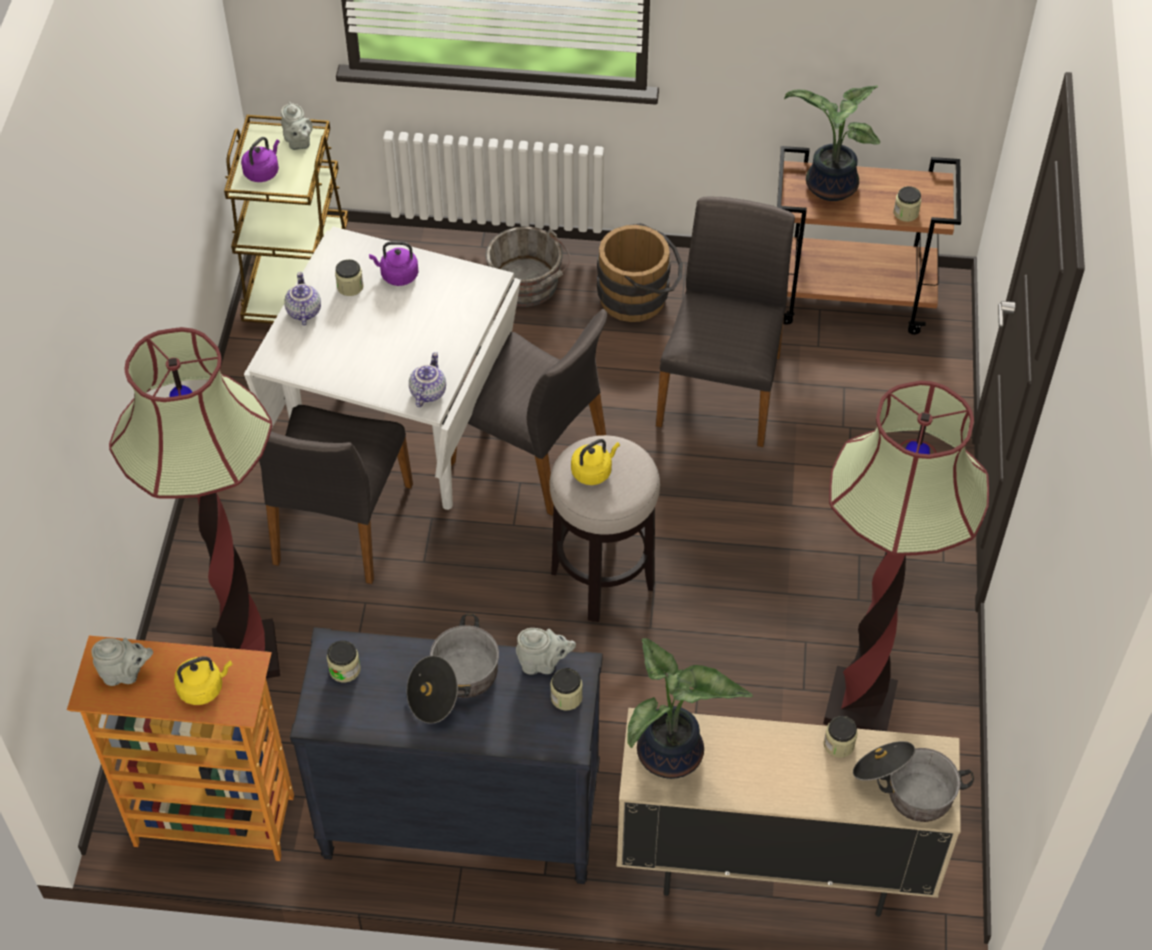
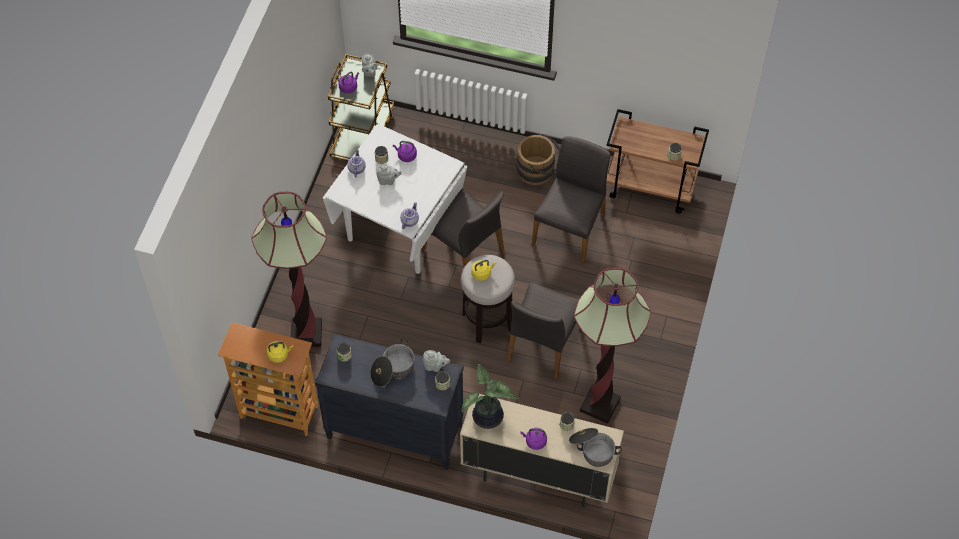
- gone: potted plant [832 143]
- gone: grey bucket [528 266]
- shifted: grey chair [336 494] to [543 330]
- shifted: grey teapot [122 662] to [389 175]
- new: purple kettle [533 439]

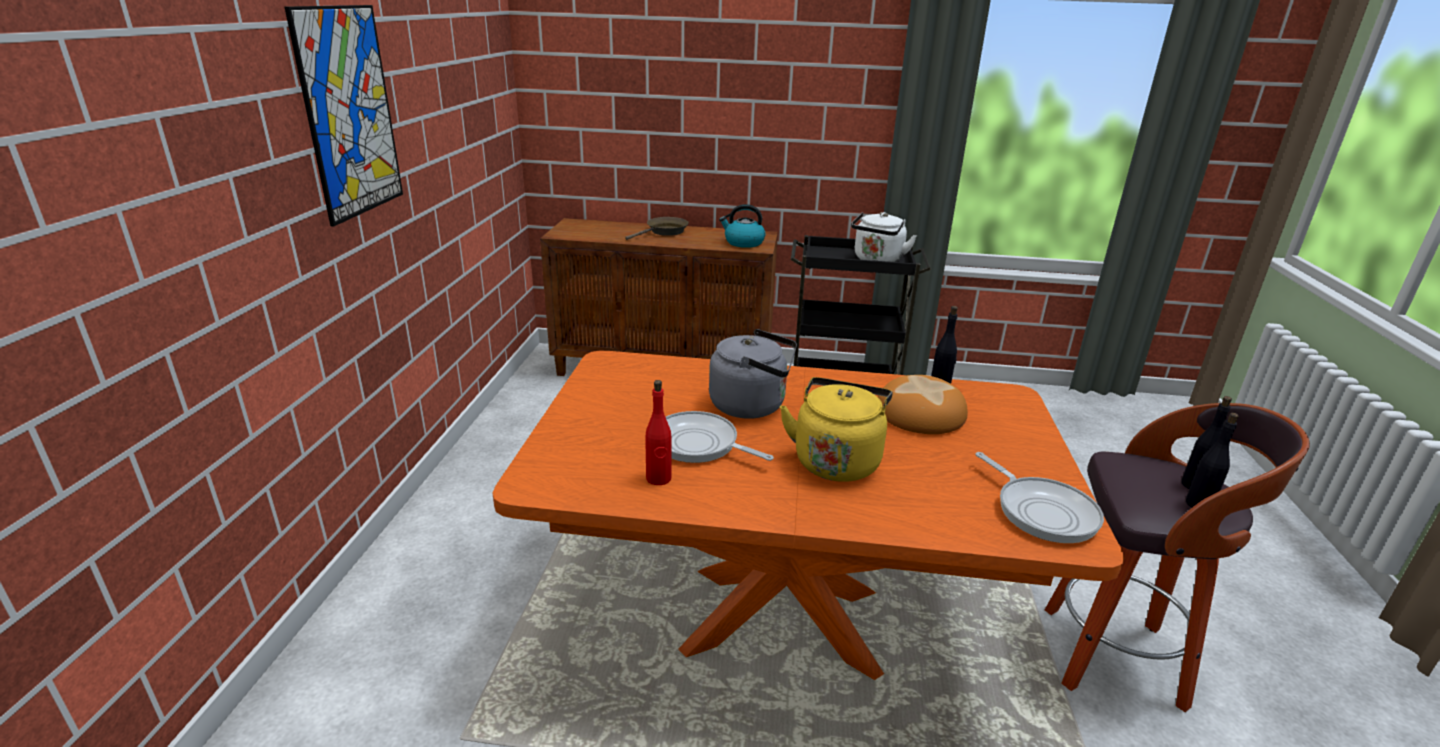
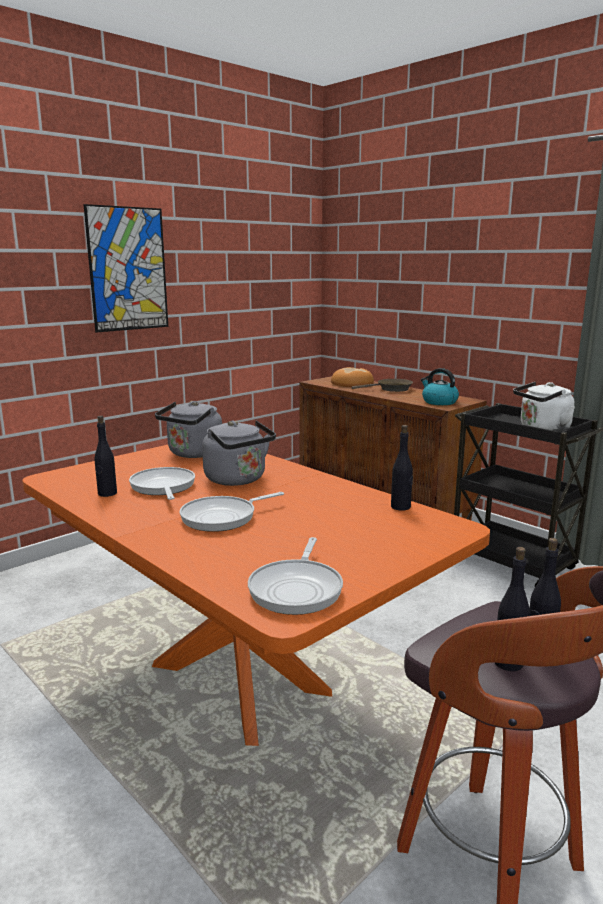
- shifted: bread [923 404] to [352 377]
- swapped: yellow kettle [836 429] to frying pan [231 512]
- repainted: red bottle [658 432] to black bottle [106 456]
- new: grey kettle [188 429]

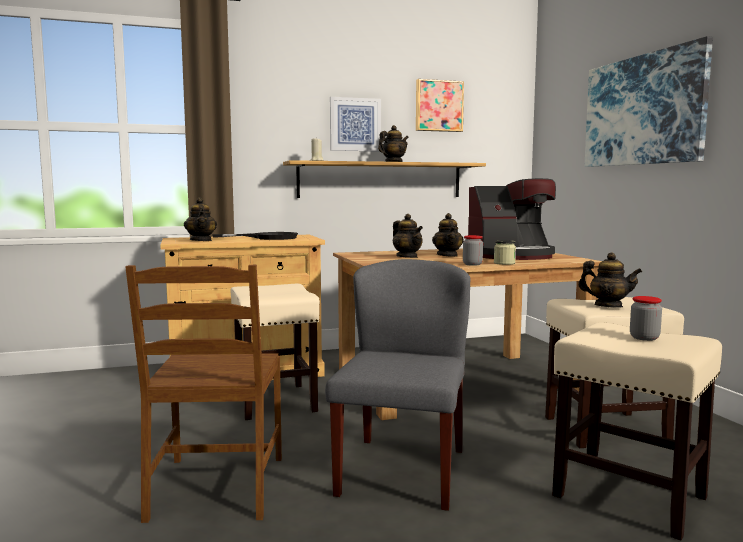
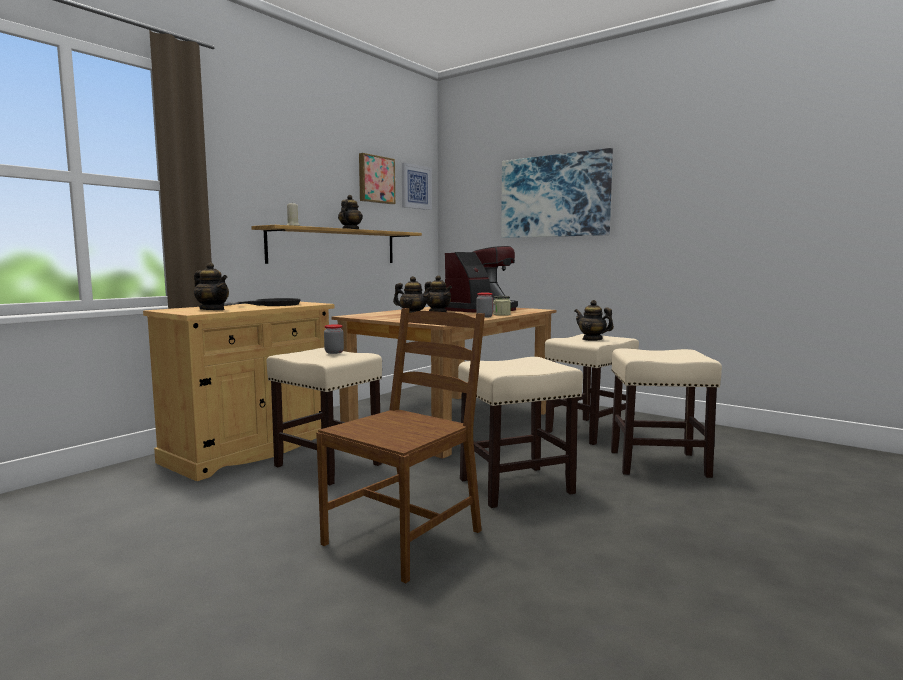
- shifted: picture [355 124] to [417 186]
- rotated: teapot [610 280] = [594 320] 135 degrees counterclockwise
- swapped: grey chair [397 385] to beige stool [520 432]
- rotated: brown chair [203 394] = [400 445] 105 degrees counterclockwise
- shifted: jar [646 318] to [334 339]

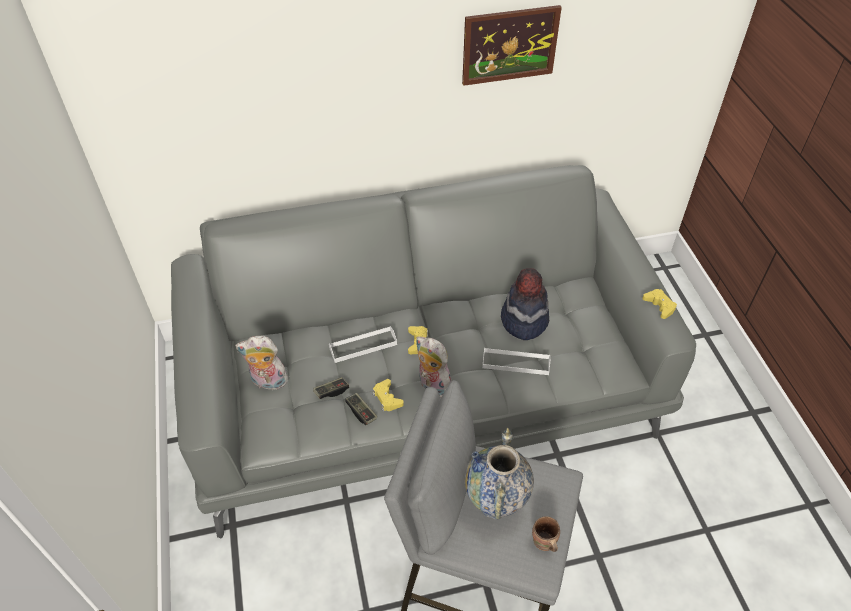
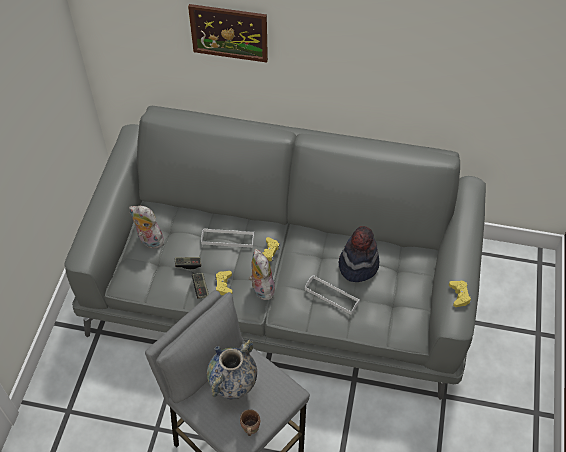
- shifted: picture [512 45] to [228 33]

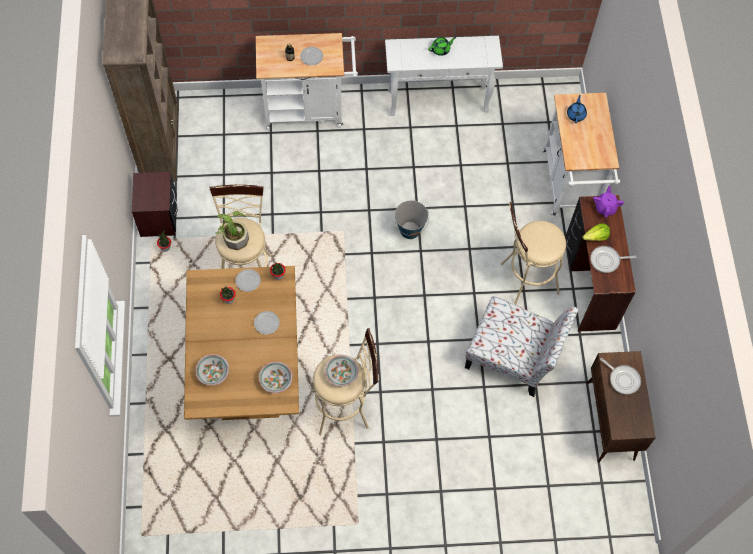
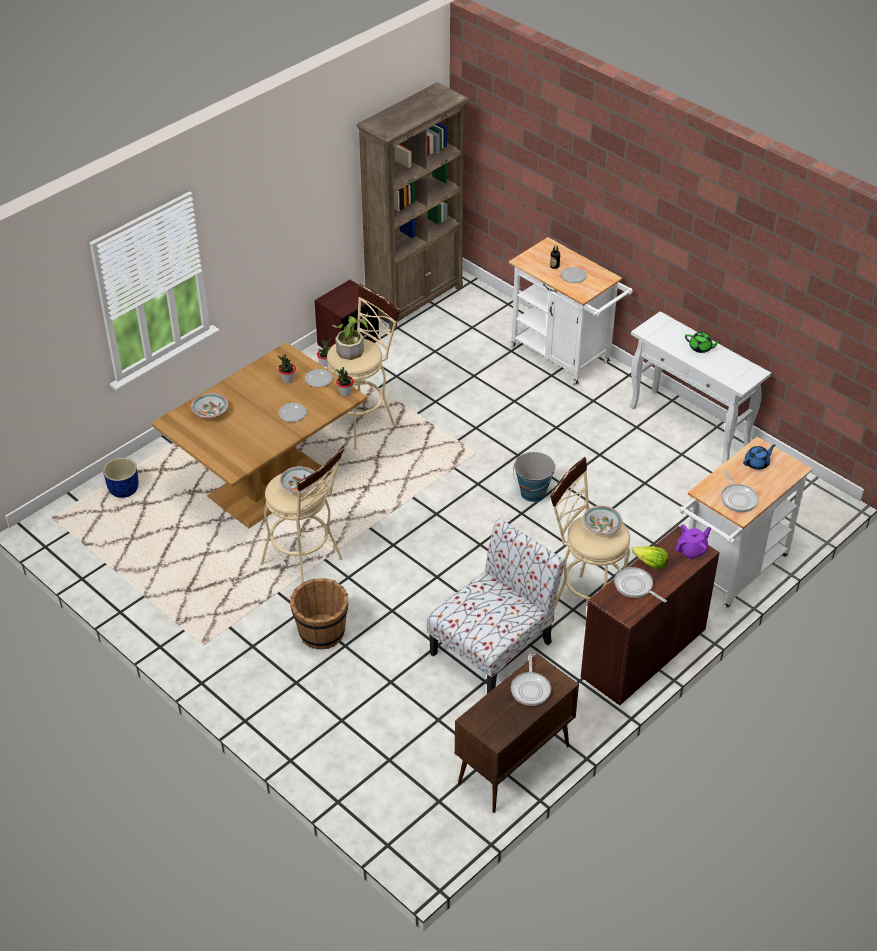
- rotated: chair [522 346] = [496 606] 120 degrees counterclockwise
- shifted: bowl [276 377] to [603 520]
- new: blue planter [121 478]
- new: frying pan [739 491]
- new: brown bucket [319 613]

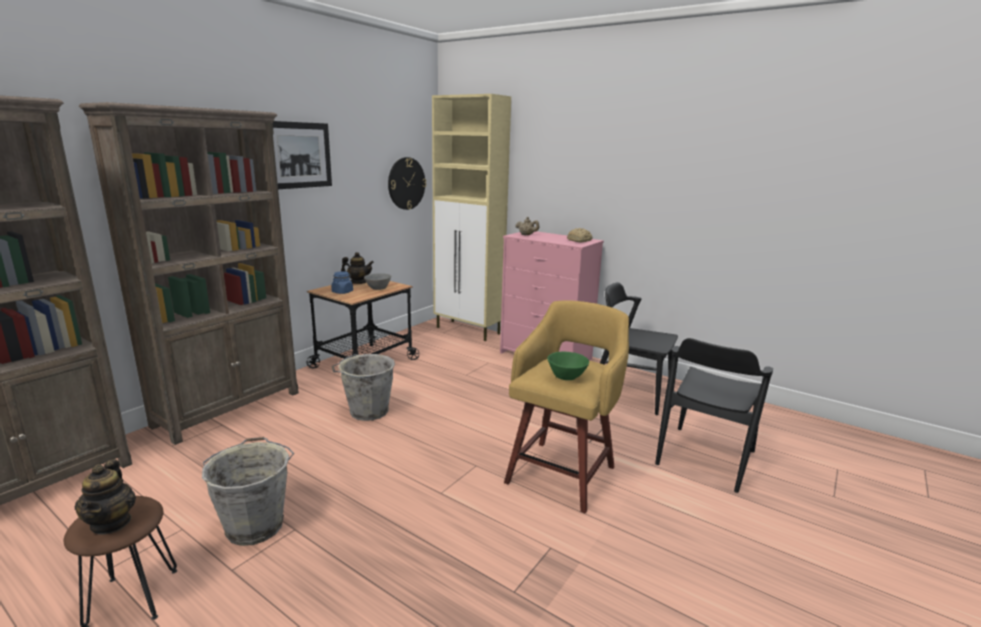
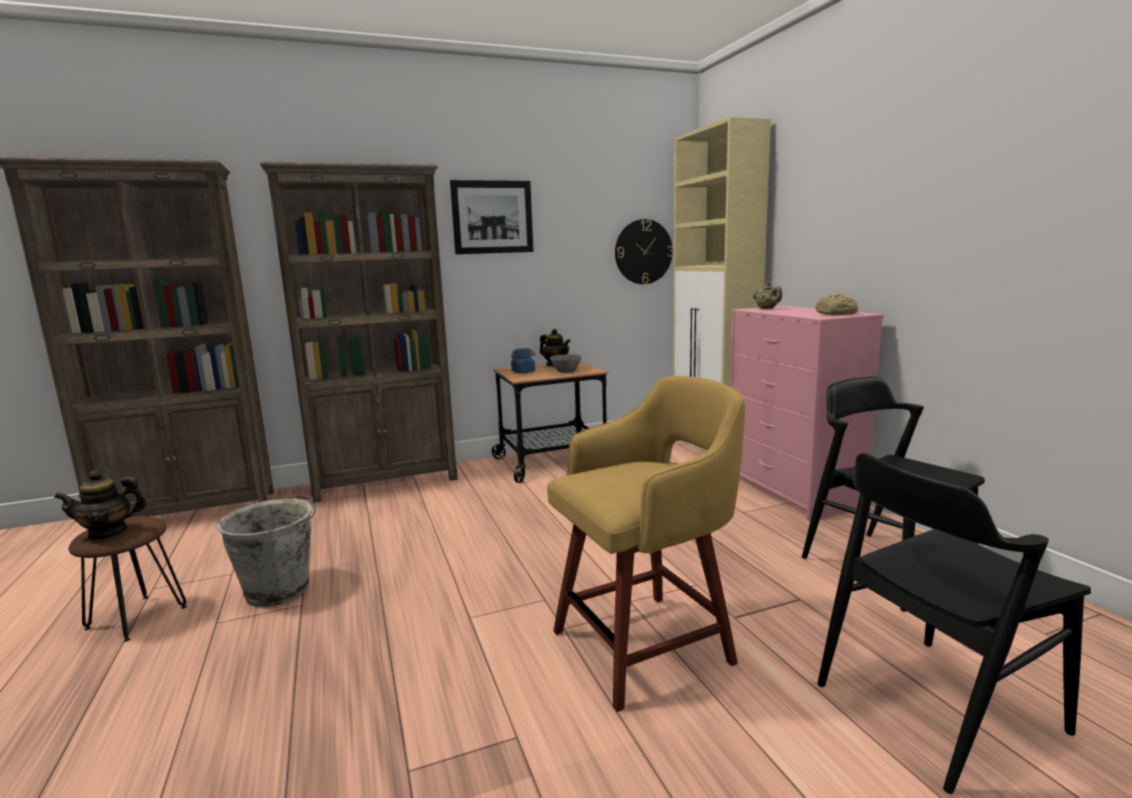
- gone: green bowl [568 366]
- gone: grey bucket [363 387]
- rotated: teapot [105 497] = [100 505] 45 degrees clockwise

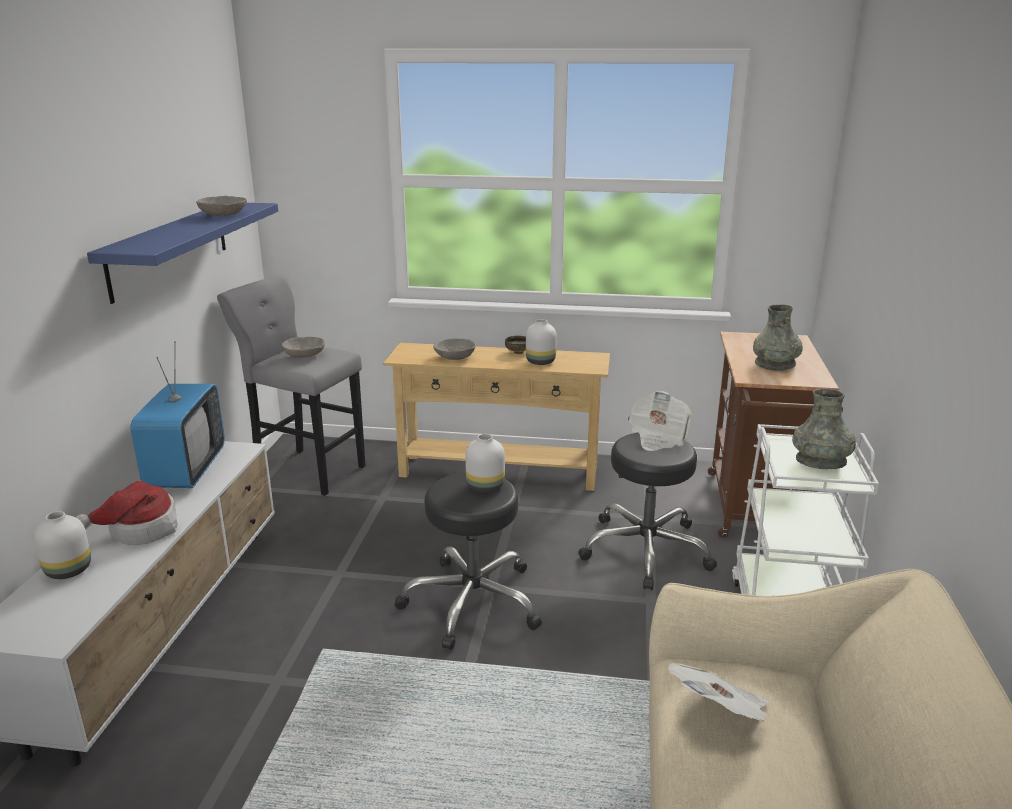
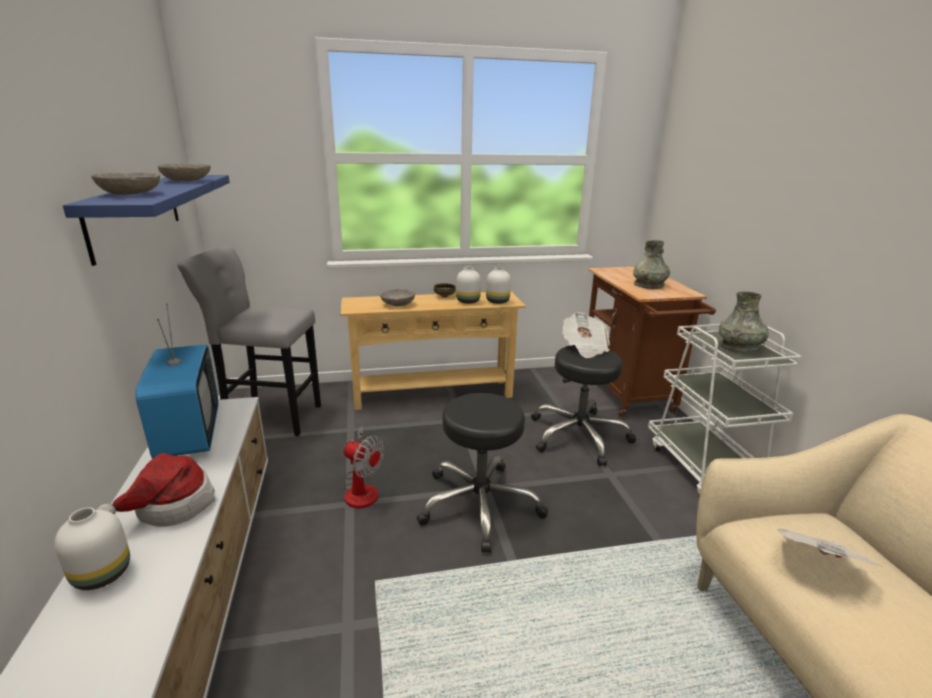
- shifted: grey bowl [303 347] to [125 183]
- shifted: white vase [485 463] to [498 285]
- new: fan [363 467]

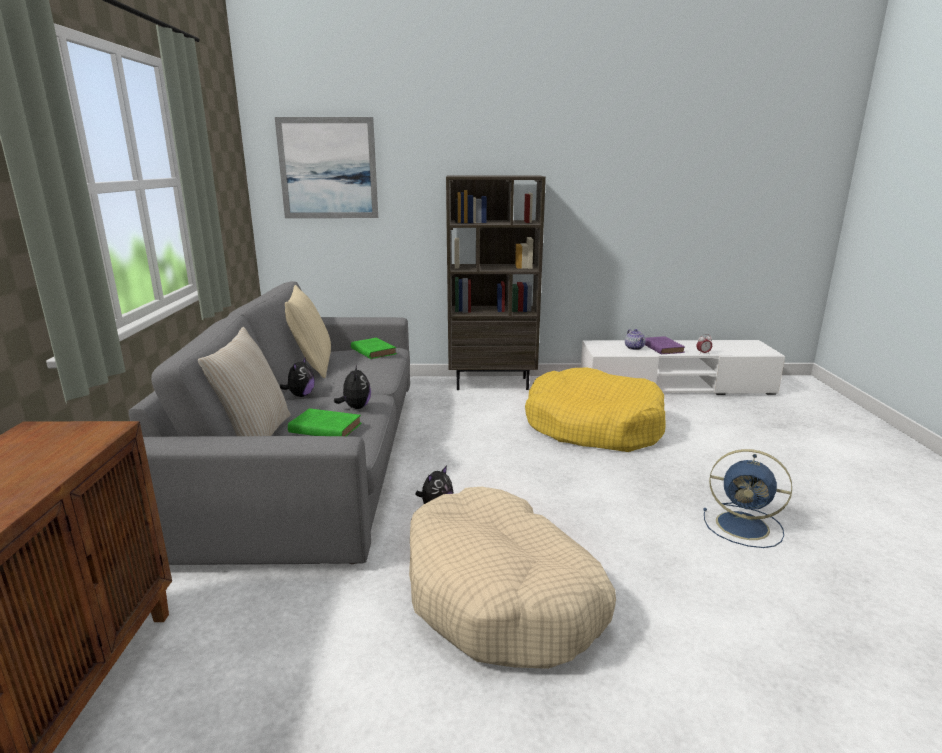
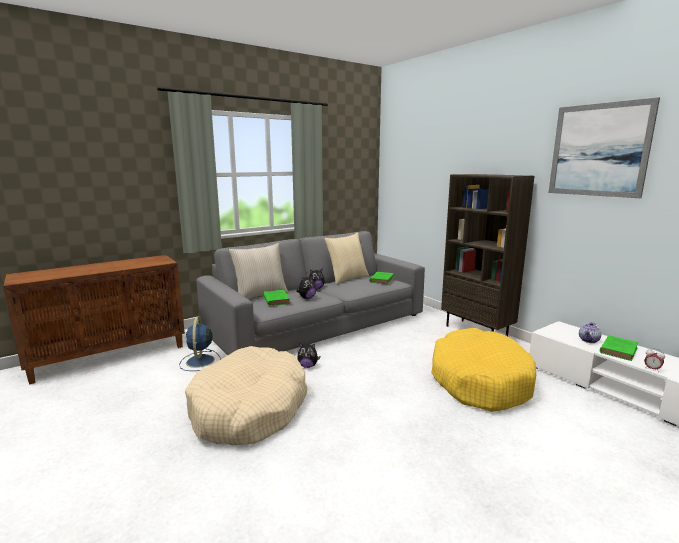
- shifted: picture [326 167] to [604 147]
- repainted: purple book [665 345] to green book [619 348]
- shifted: blue fan [747 498] to [200 343]

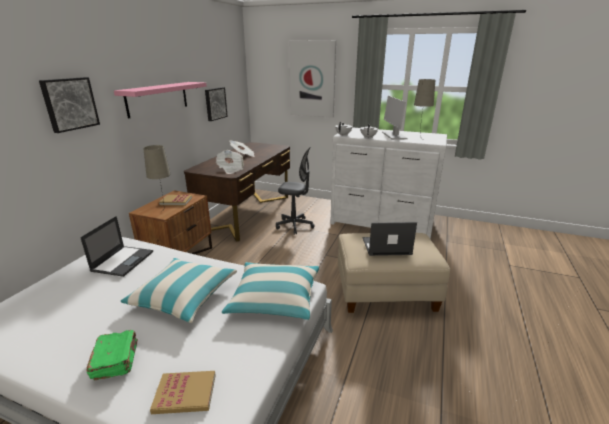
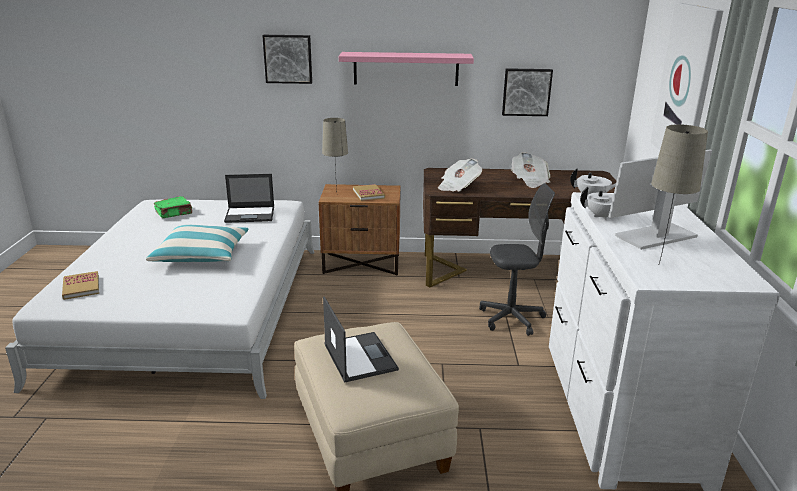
- rotated: grey office chair [295 191] = [517 259] 90 degrees counterclockwise
- gone: pillow [270 291]
- shifted: green book [112 355] to [173 207]

